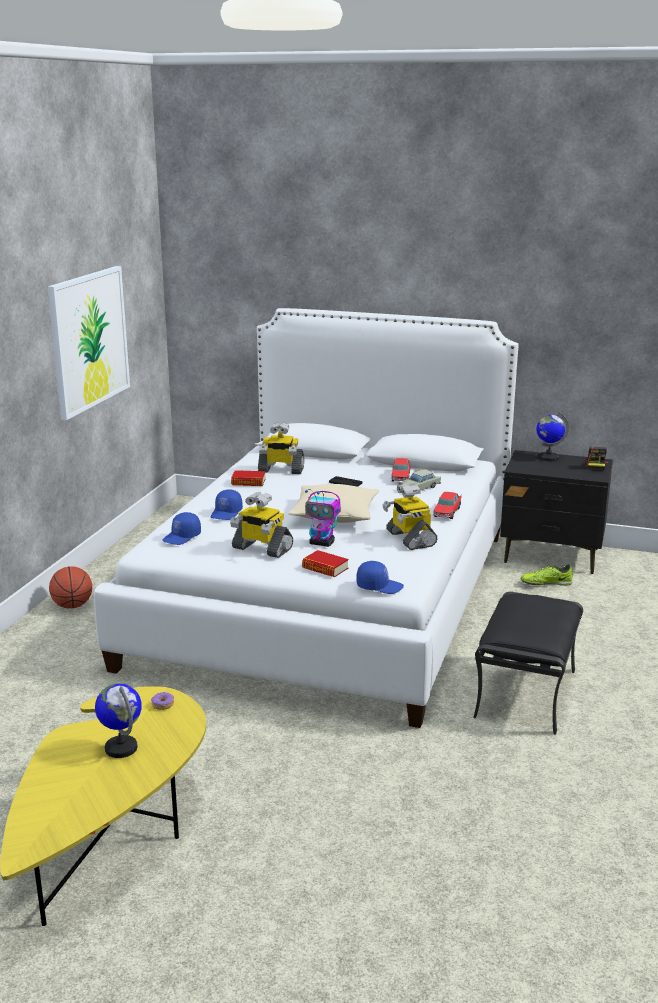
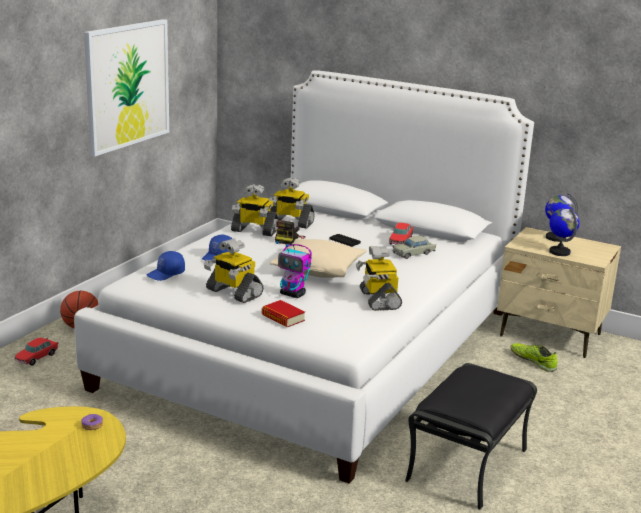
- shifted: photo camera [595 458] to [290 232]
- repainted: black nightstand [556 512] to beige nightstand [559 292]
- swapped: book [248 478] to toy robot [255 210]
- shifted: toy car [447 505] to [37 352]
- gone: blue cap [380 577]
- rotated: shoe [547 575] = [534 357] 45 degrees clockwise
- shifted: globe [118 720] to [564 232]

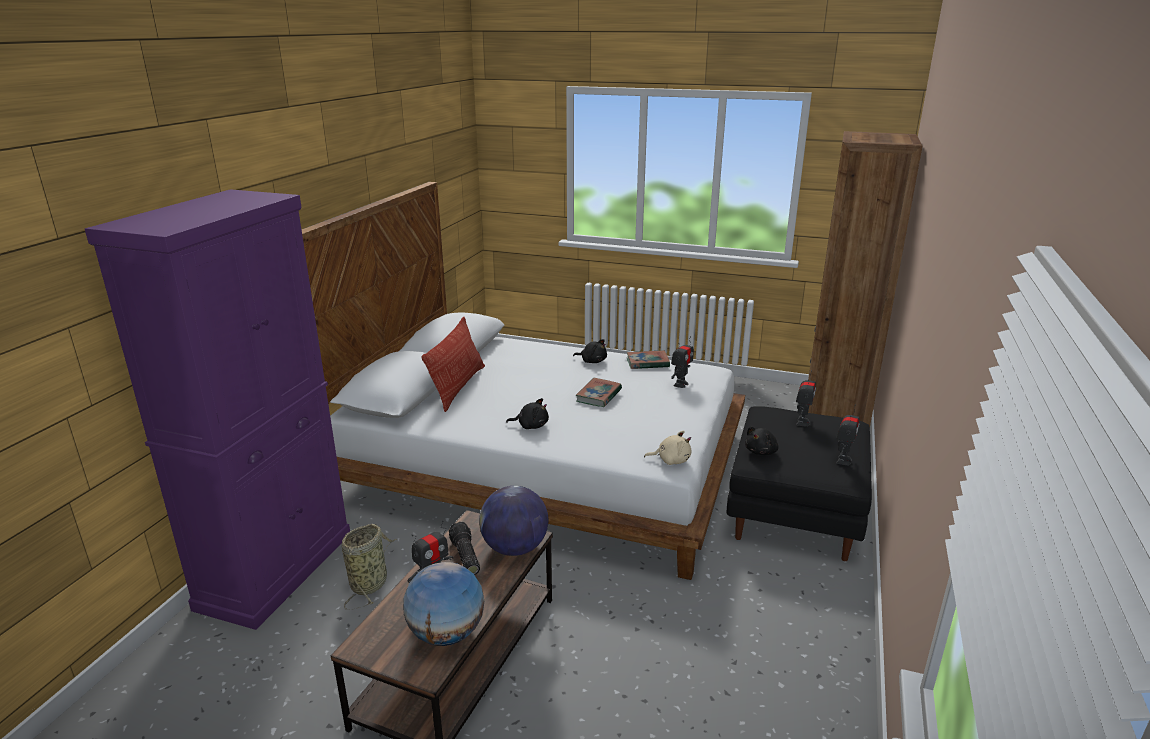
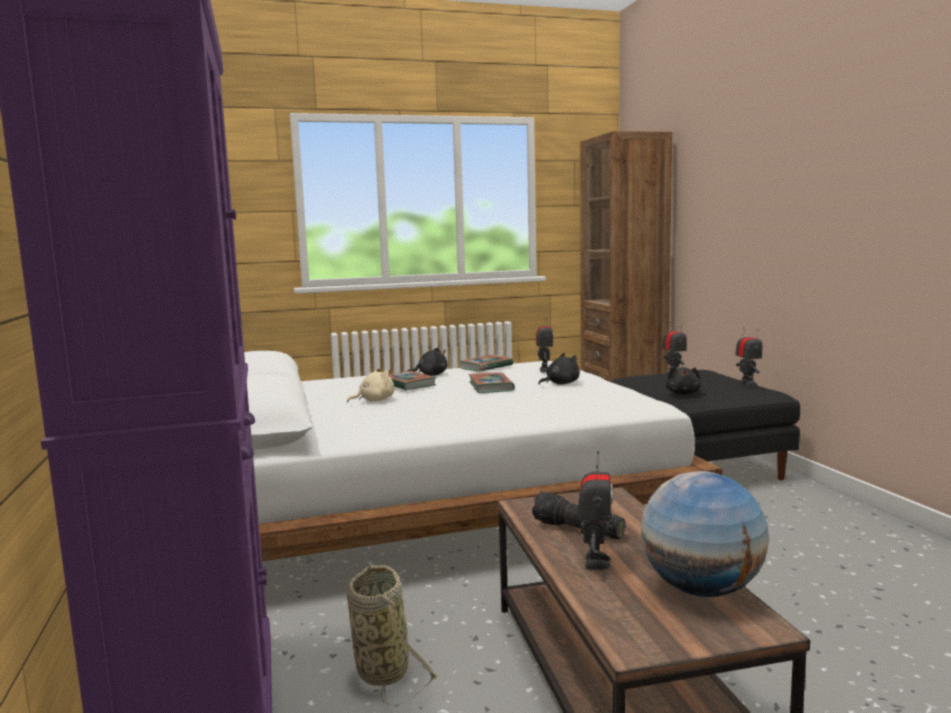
- gone: pillow [453 364]
- shifted: black plush toy [527 413] to [559 369]
- shifted: beige plush toy [667 448] to [370 384]
- gone: globe [513 521]
- new: book [412 380]

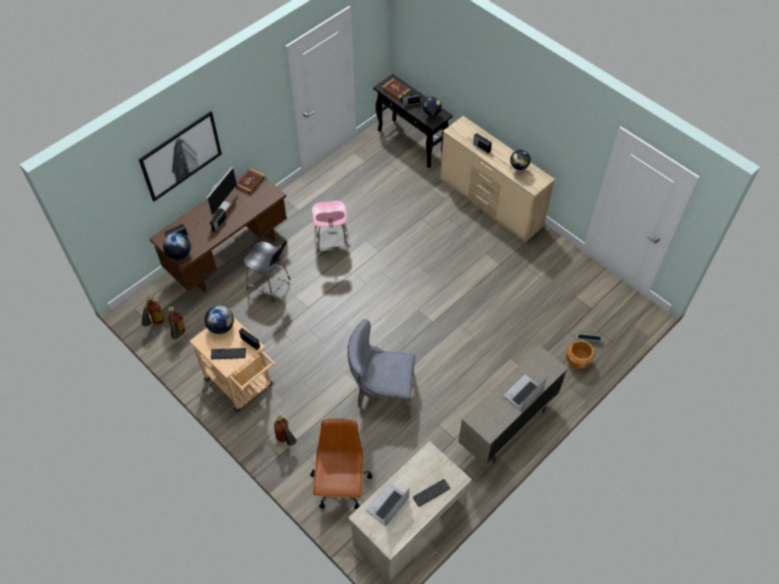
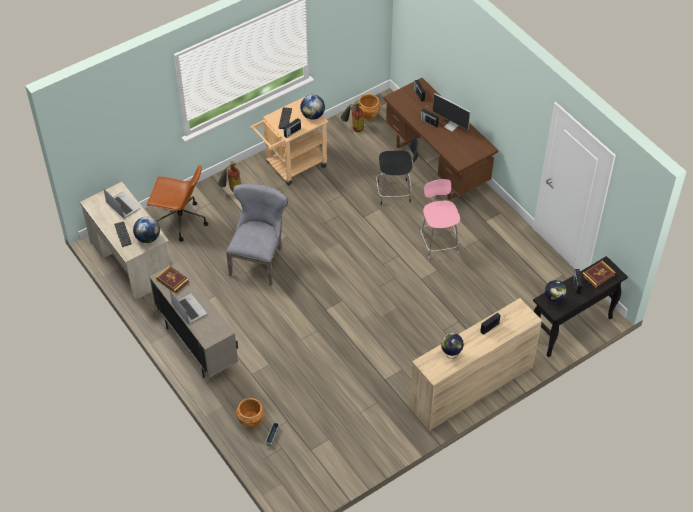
- gone: picture [180 156]
- shifted: book [250 181] to [172 279]
- rotated: pink chair [330 228] = [440 219] 75 degrees clockwise
- shifted: globe [177 246] to [146 230]
- rotated: black chair [267 271] = [397 170] 135 degrees counterclockwise
- swapped: fire extinguisher [153 311] to brown planter [369 107]

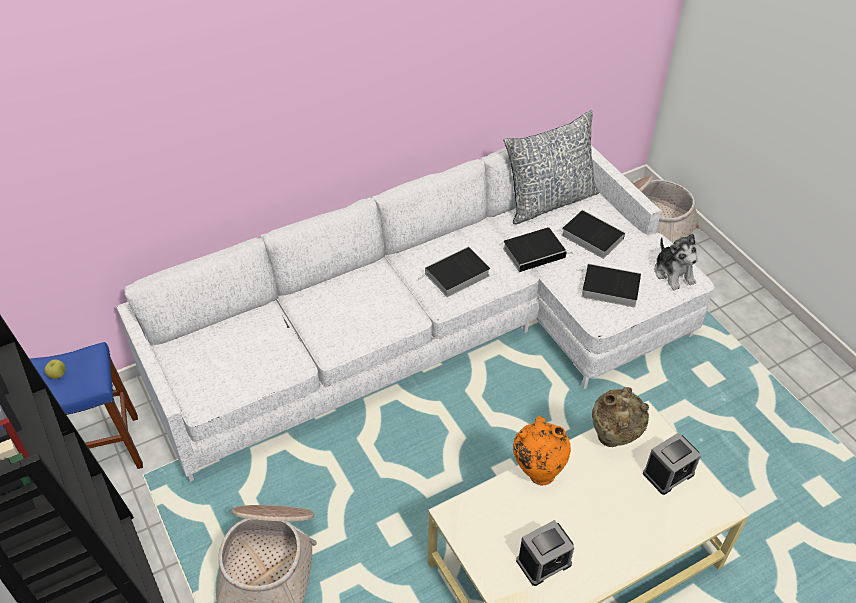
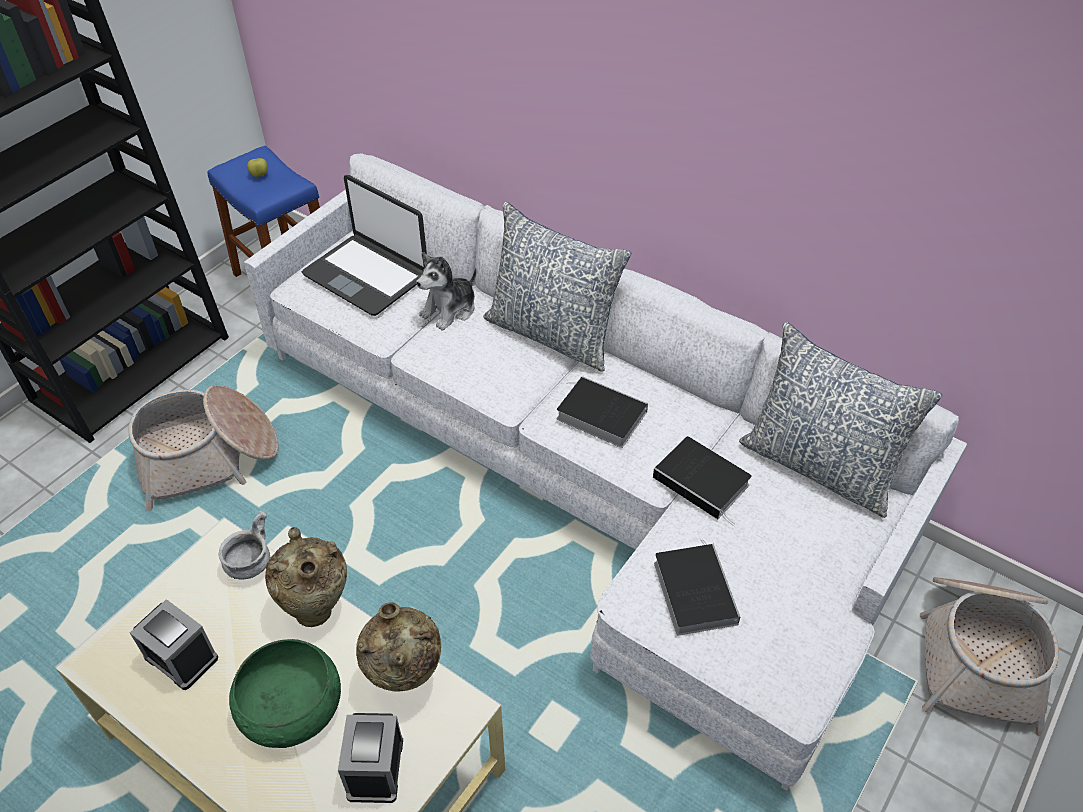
- gone: book [593 234]
- shifted: plush toy [676 262] to [446 291]
- repainted: orange vase [542 450] to beige vase [306 577]
- rotated: alarm clock [672 463] = [370 758] 60 degrees clockwise
- new: laptop [364 245]
- new: pillow [557 287]
- new: grey bowl [244 545]
- new: green bowl [285 693]

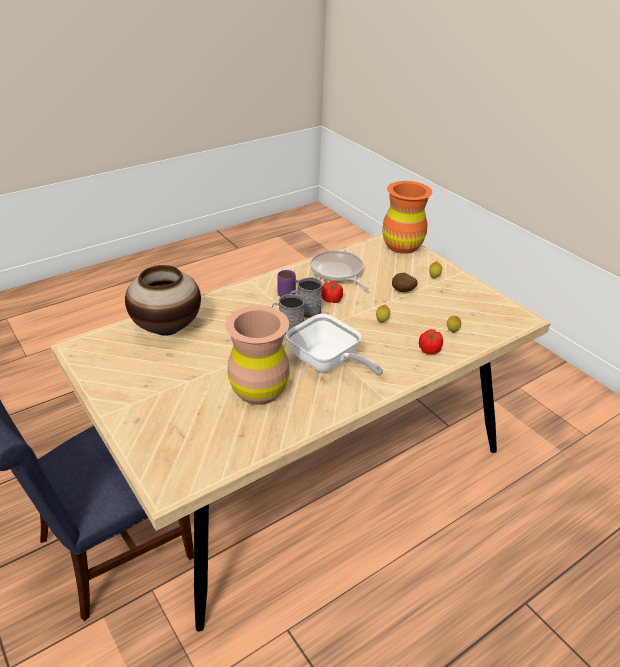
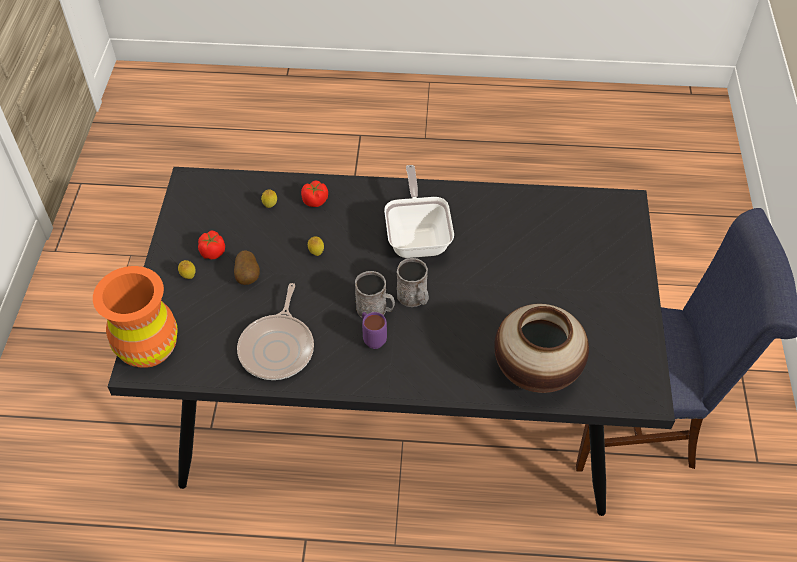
- repainted: beige dining table [300 433] to black dining table [391 341]
- shifted: tomato [332 292] to [211 245]
- gone: brown vase [257 355]

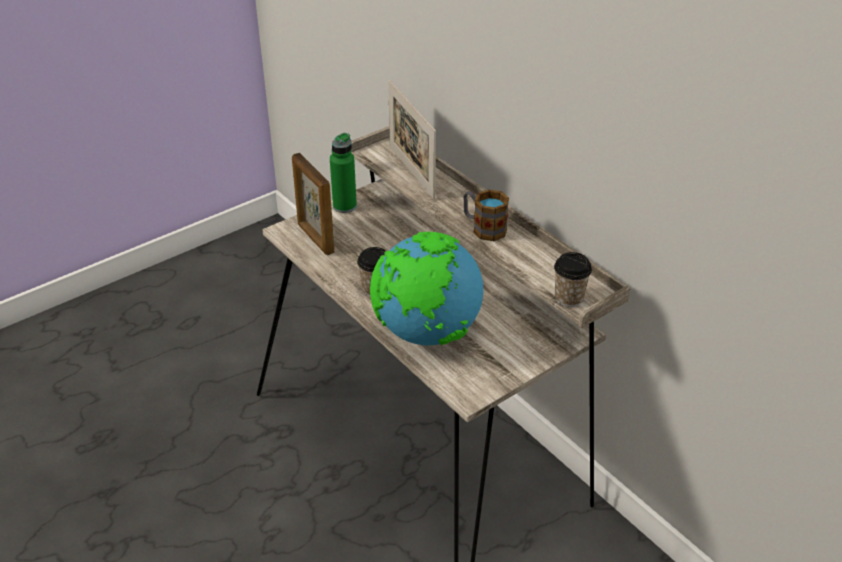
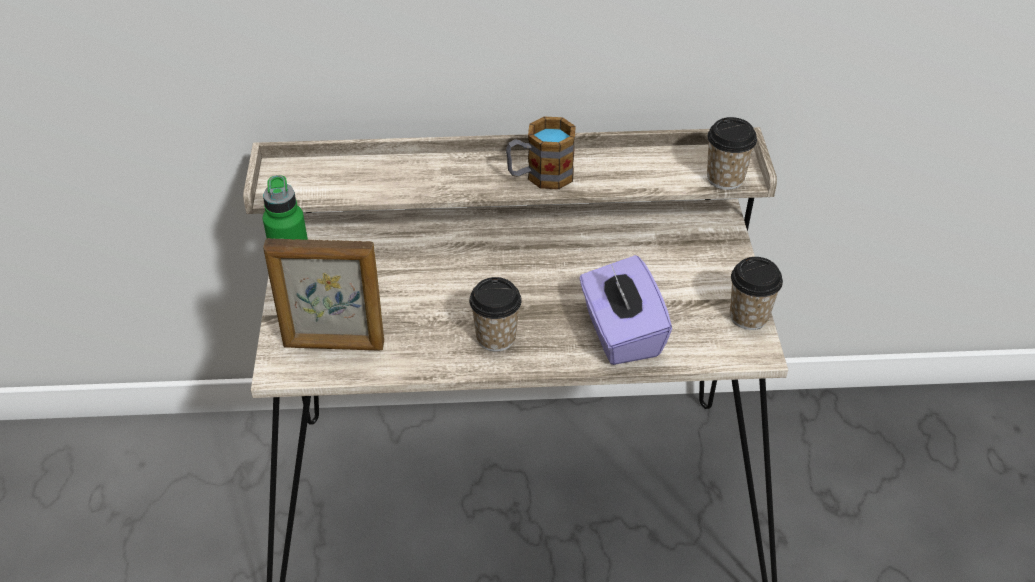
- gone: picture frame [412 139]
- swapped: globe [426 288] to purple tissue box [625 310]
- new: cup [756 293]

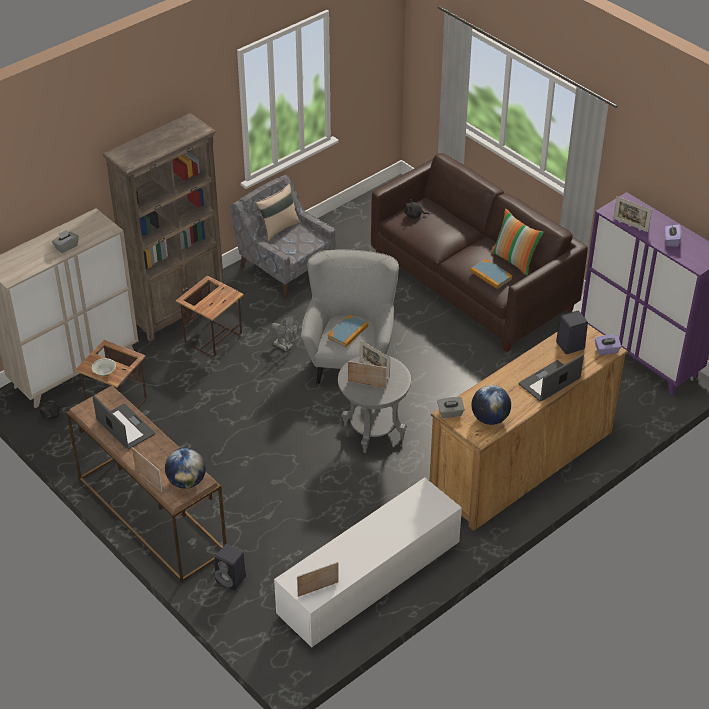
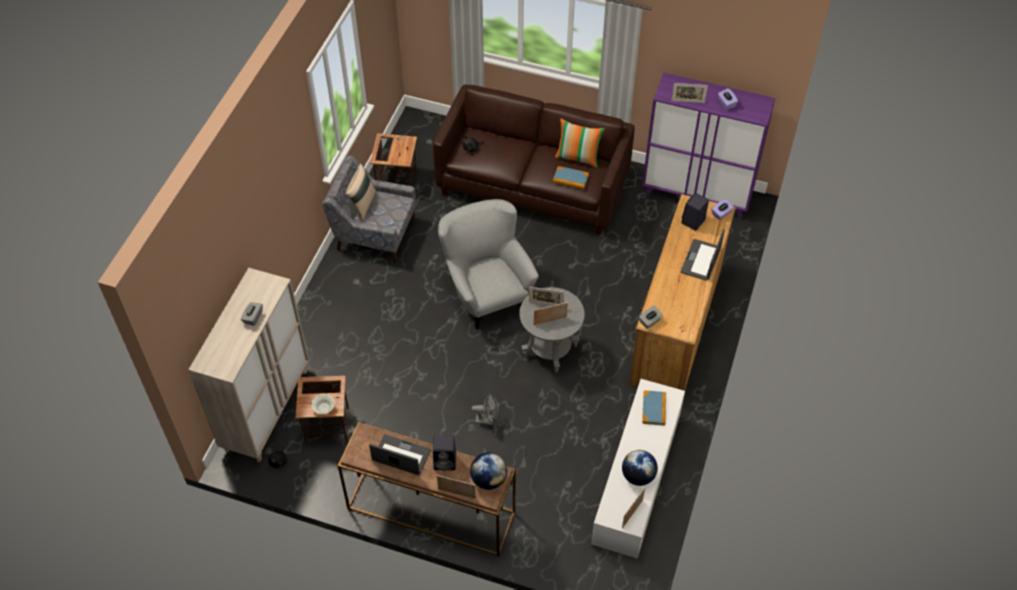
- gone: brown bookcase [163 227]
- shifted: side table [210 316] to [393 159]
- shifted: book [348 331] to [654 408]
- shifted: grey fan [285 333] to [485 409]
- shifted: globe [491 405] to [640 468]
- shifted: black speaker [230 567] to [444 452]

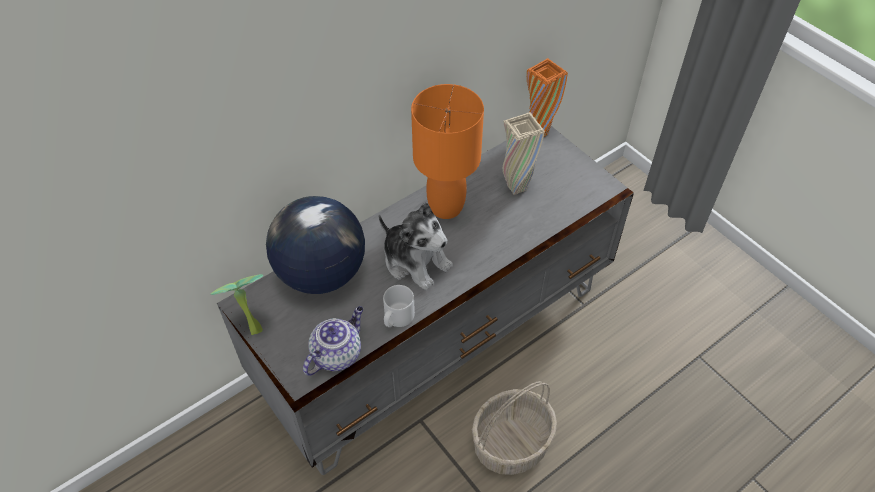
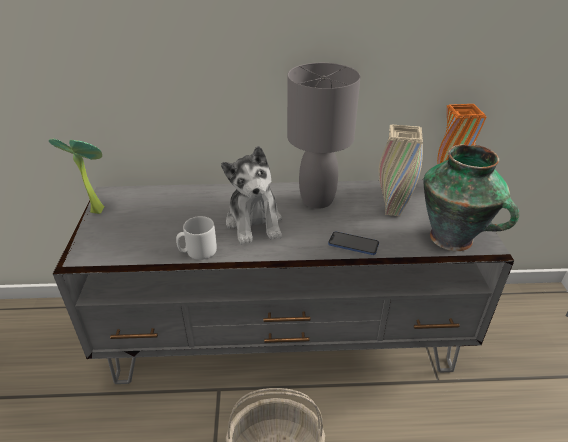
- repainted: orange table lamp [447 151] to grey table lamp [323 136]
- gone: globe [315 245]
- gone: teapot [333 341]
- new: vase [471 197]
- new: phone [353 243]

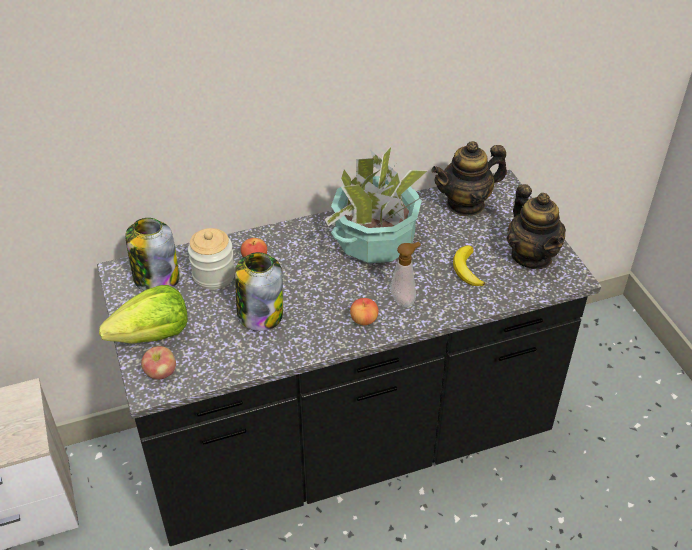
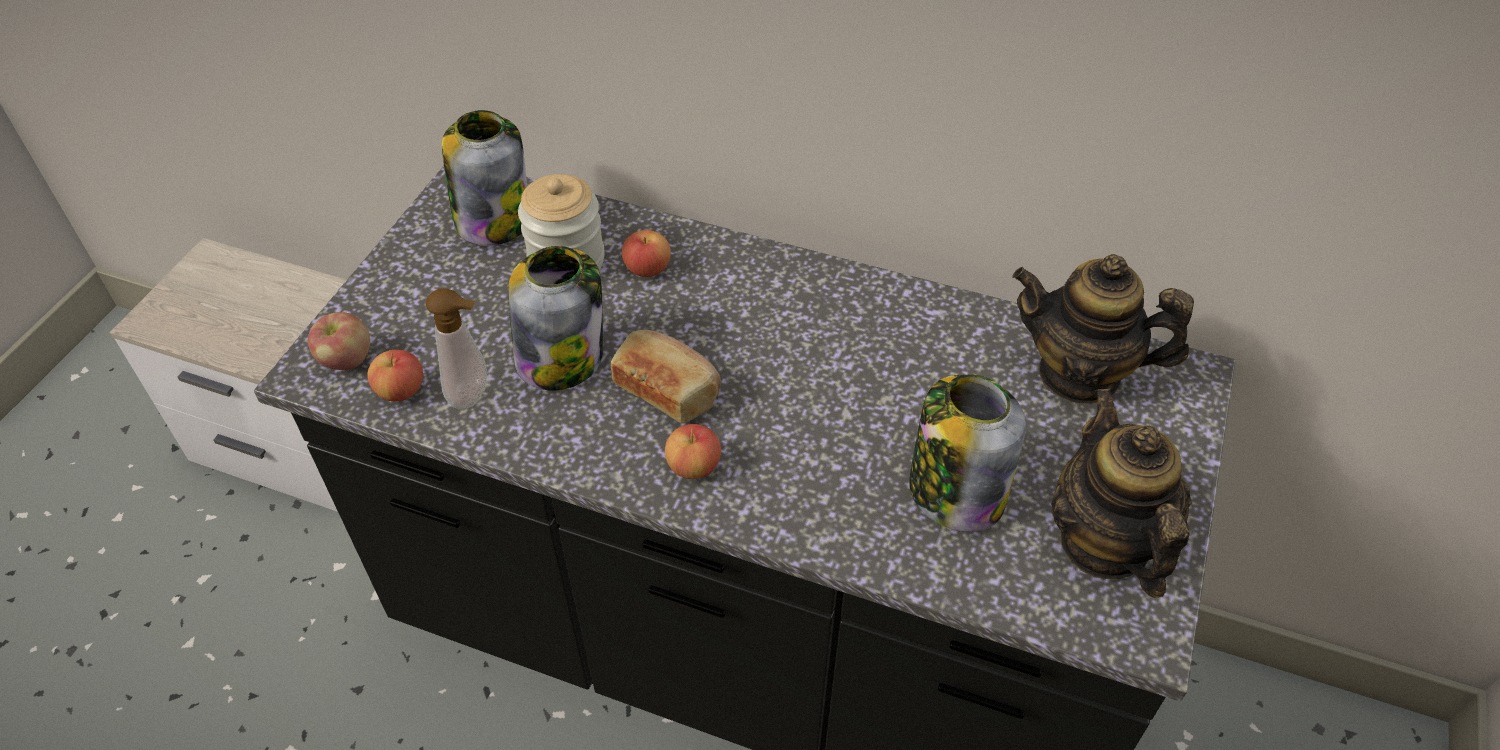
- gone: potted plant [376 205]
- rotated: teapot [536 226] = [1121 493] 150 degrees clockwise
- shifted: soap dispenser [405 274] to [456 349]
- swapped: banana [469 265] to jar [967 453]
- gone: lettuce [143 314]
- new: bread [666 376]
- new: apple [395 375]

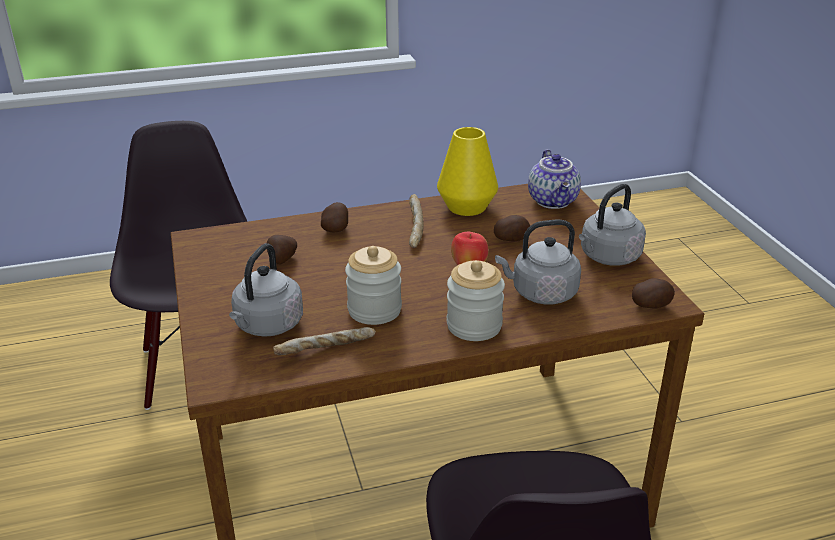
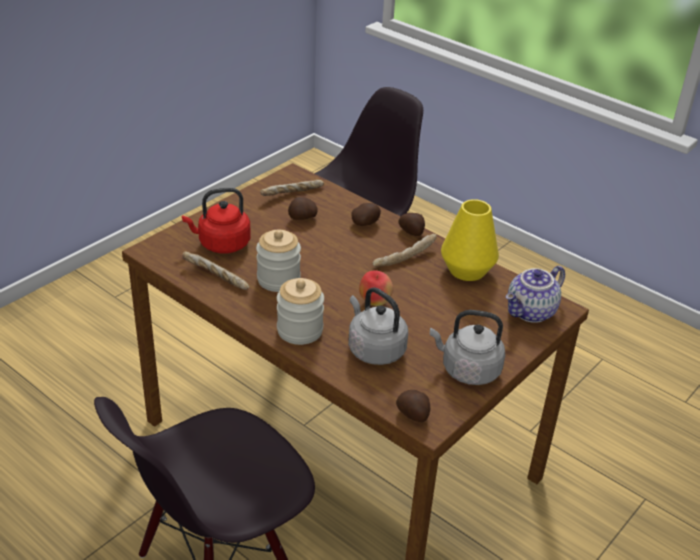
- shifted: potato [512 228] to [411 224]
- repainted: grey kettle [266 290] to red kettle [216 221]
- new: bread [292 188]

